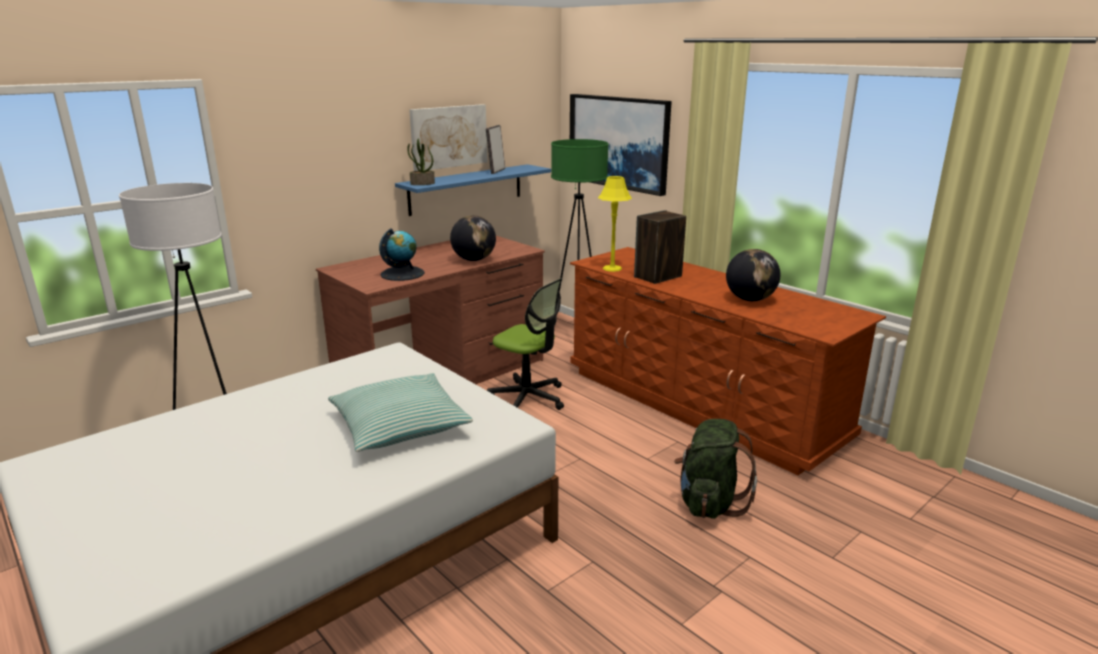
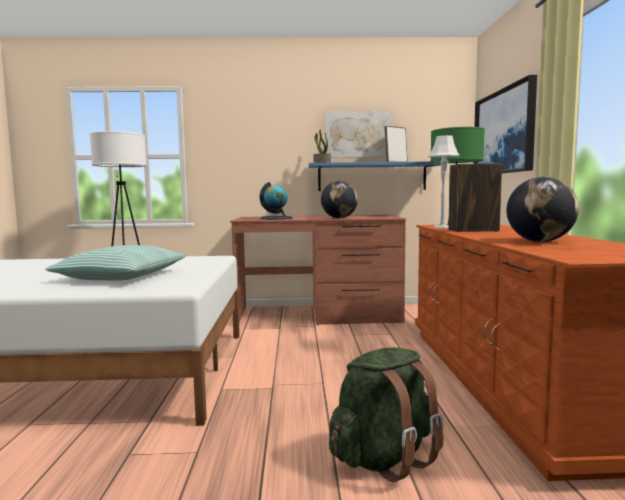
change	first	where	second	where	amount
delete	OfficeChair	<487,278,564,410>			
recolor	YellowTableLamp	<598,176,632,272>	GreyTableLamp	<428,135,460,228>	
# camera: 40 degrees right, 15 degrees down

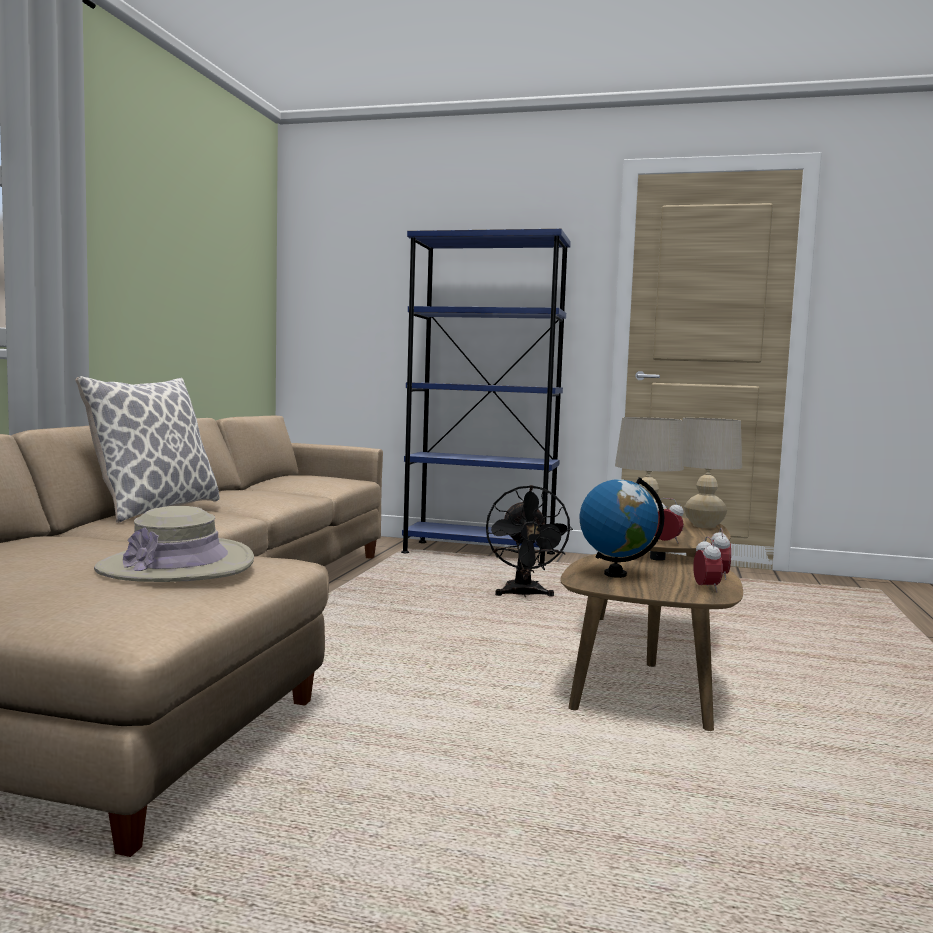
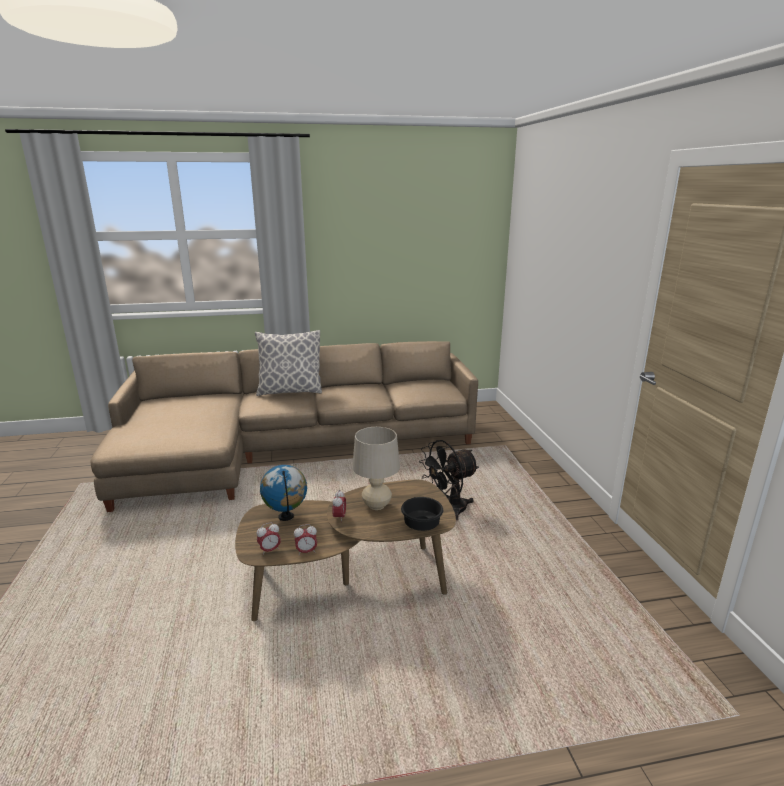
change	first	where	second	where	amount
delete	BeigeHat	<94,506,254,582>			
delete	BlueBookcase	<401,229,571,566>			
replace	BeigeTableLamp	<682,418,742,528>	BlackBowl	<401,497,443,531>	
# camera: 65 degrees right, 15 degrees up

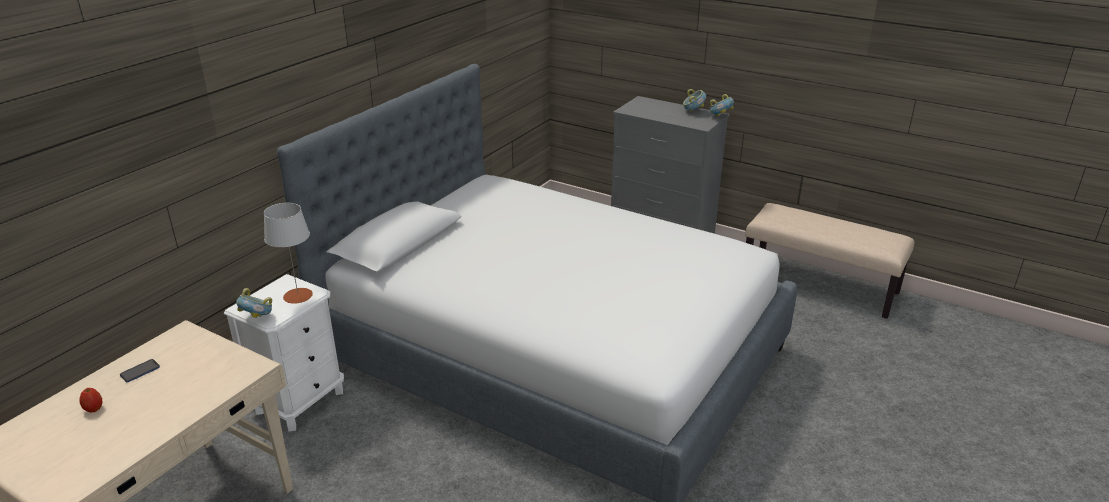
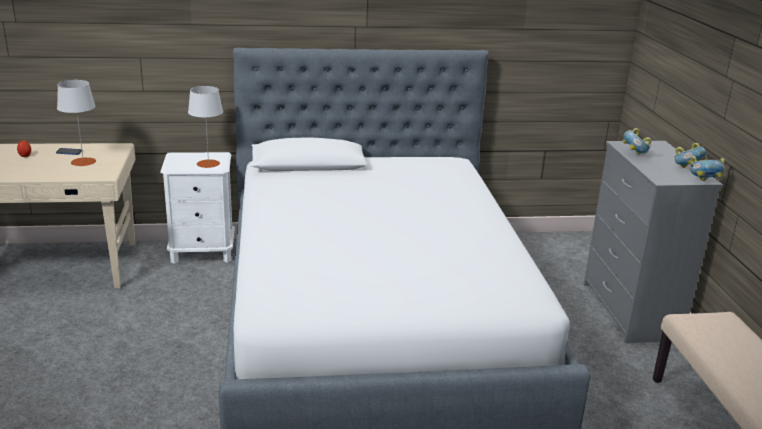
change	first	where	second	where	amount
insert			GreyTableLamp	<57,80,96,166>	
move	Bowl	<236,288,272,318>		<622,128,652,155>	
# camera: 50 degrees right, 5 degrees down

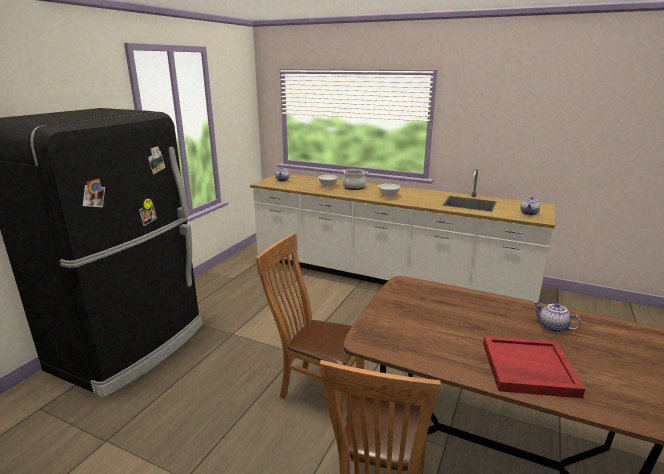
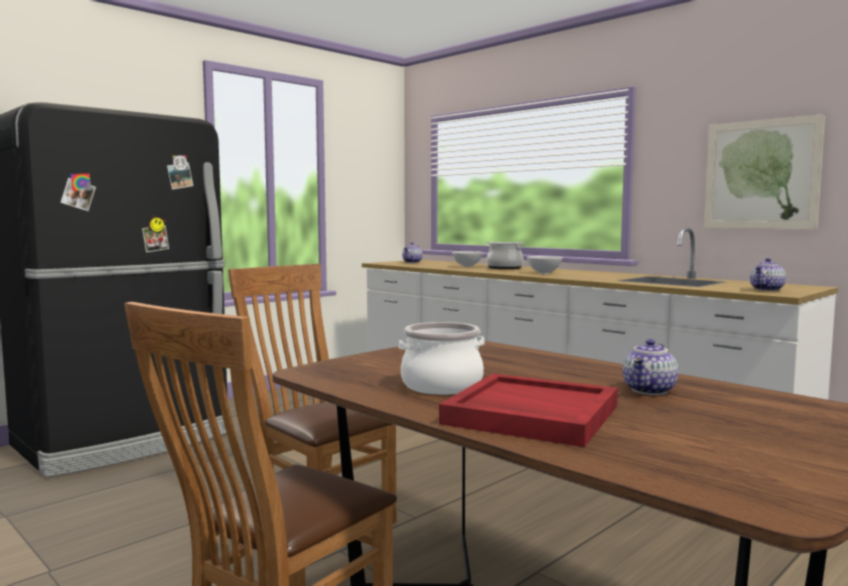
change	first	where	second	where	amount
insert			CookingPot	<399,322,485,395>	
insert			Picture	<704,114,825,230>	
rotate	Teapot	<534,301,581,333>		<623,339,678,395>	120 degrees counterclockwise
# camera: 20 degrees right, 15 degrees down

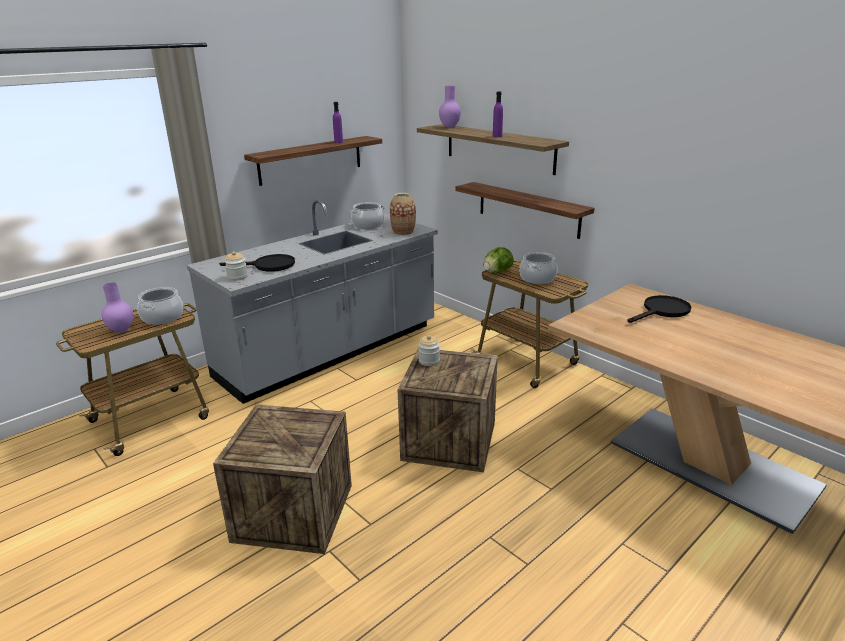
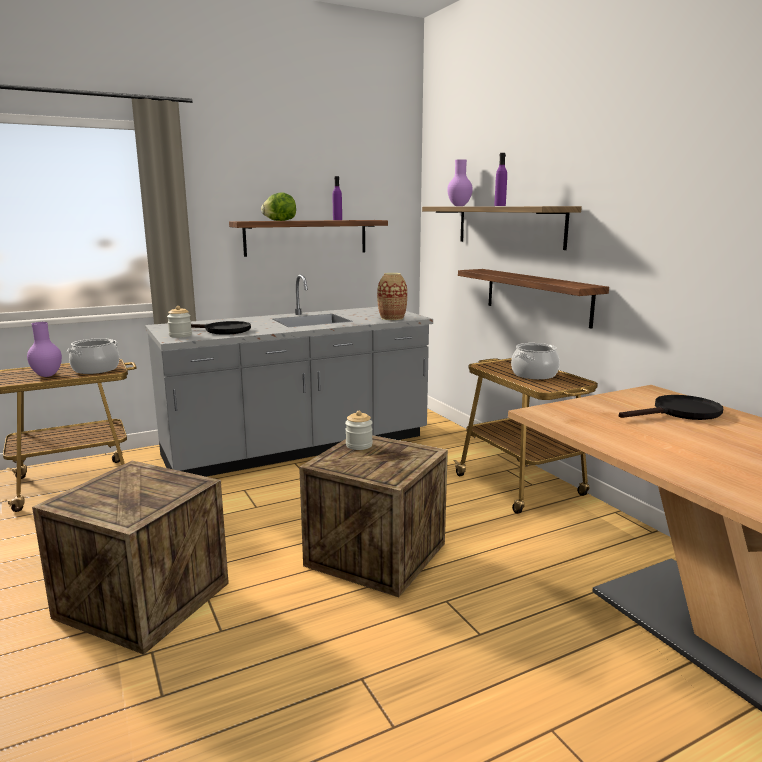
change	first	where	second	where	amount
delete	CookingPot	<349,202,385,229>			
move	Lettuce	<484,247,514,273>		<261,192,296,221>	
# camera: 15 degrees right, 10 degrees down

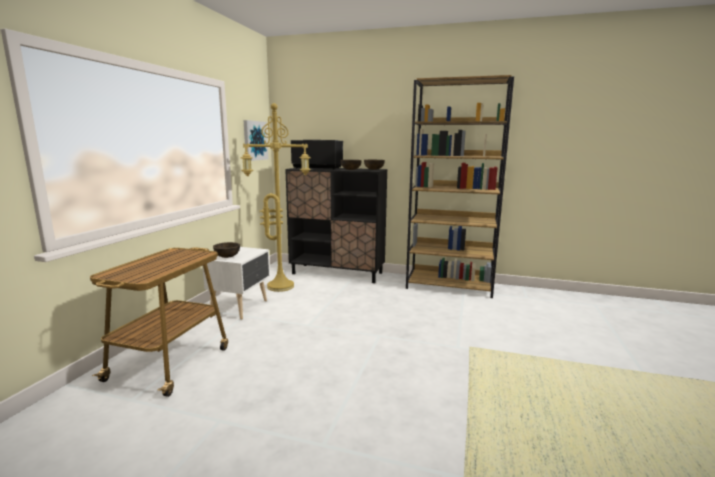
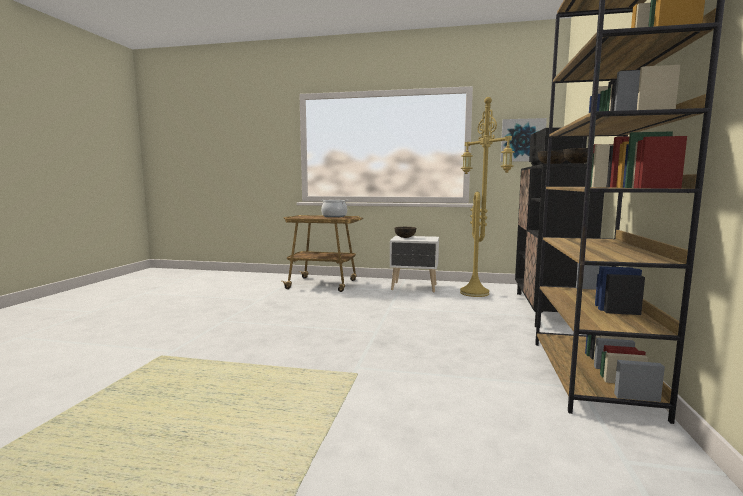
change	first	where	second	where	amount
insert			CookingPot	<321,199,348,217>	
# camera: 85 degrees right, 5 degrees down

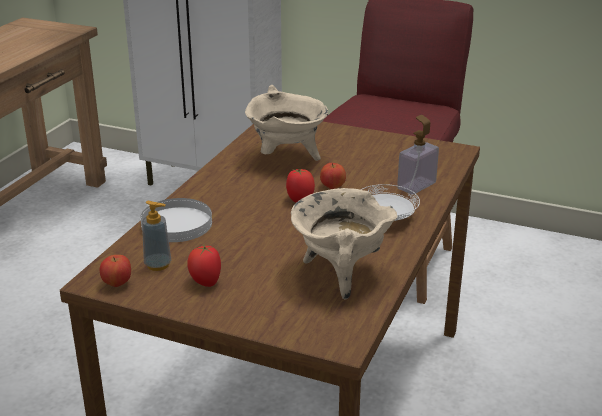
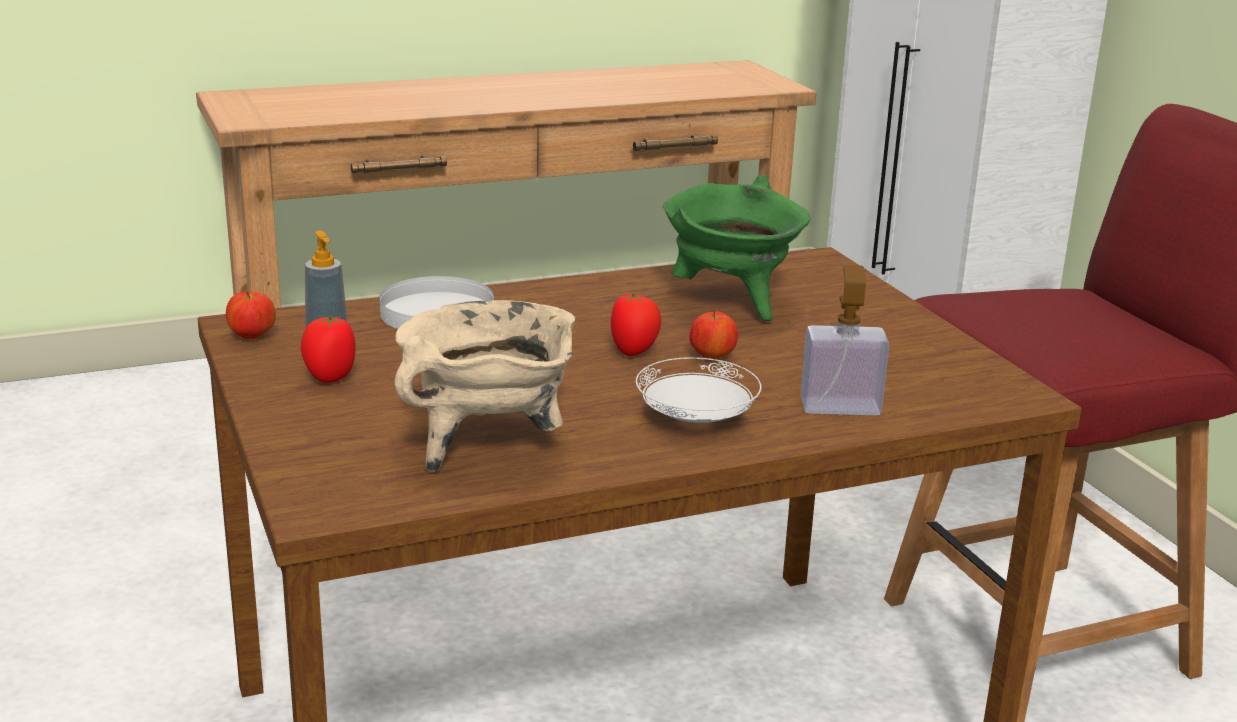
change	first	where	second	where	amount
recolor	BeigeCookingPot	<245,85,329,161>	GreenCookingPot	<663,175,810,321>	
# camera: 45 degrees right, 5 degrees down

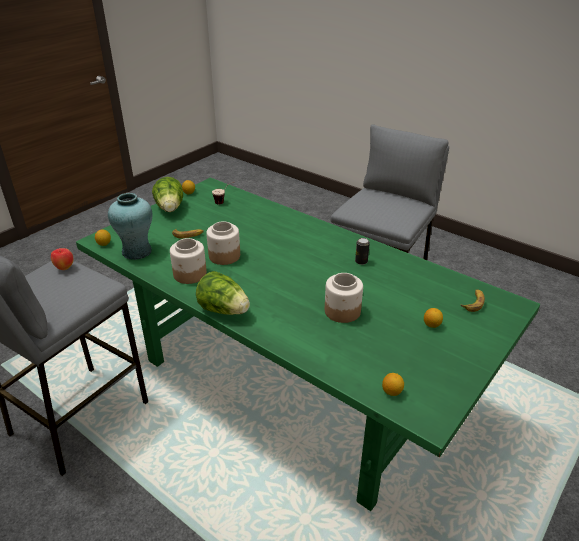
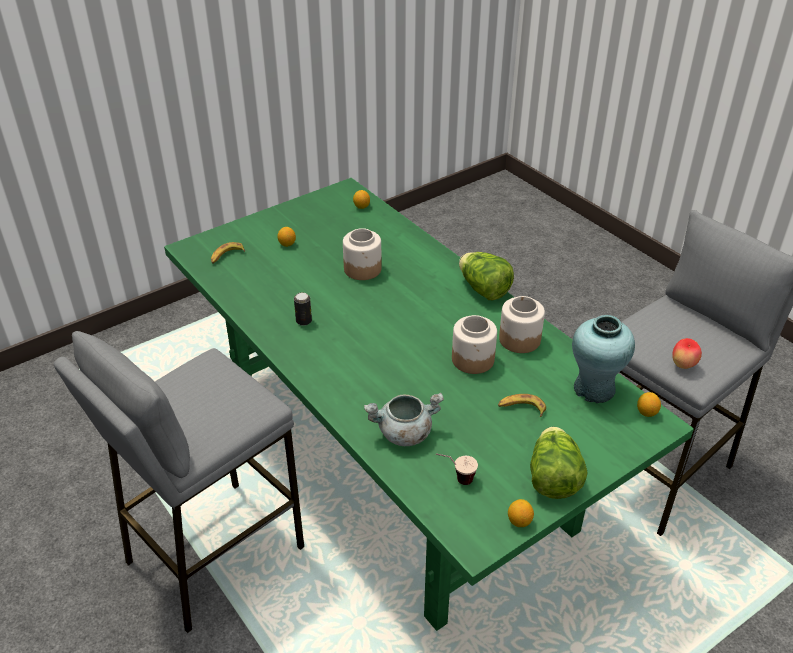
change	first	where	second	where	amount
insert			GreyCookingPot	<364,393,444,446>	
# camera: 165 degrees left, 5 degrees up

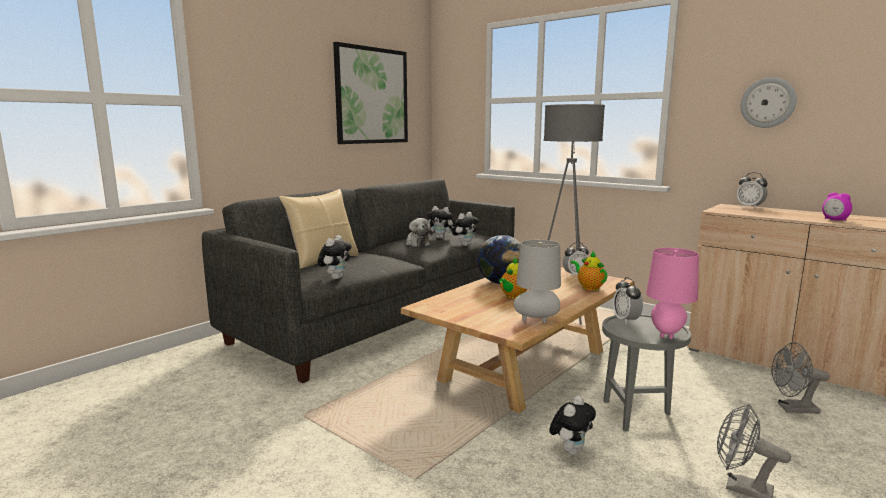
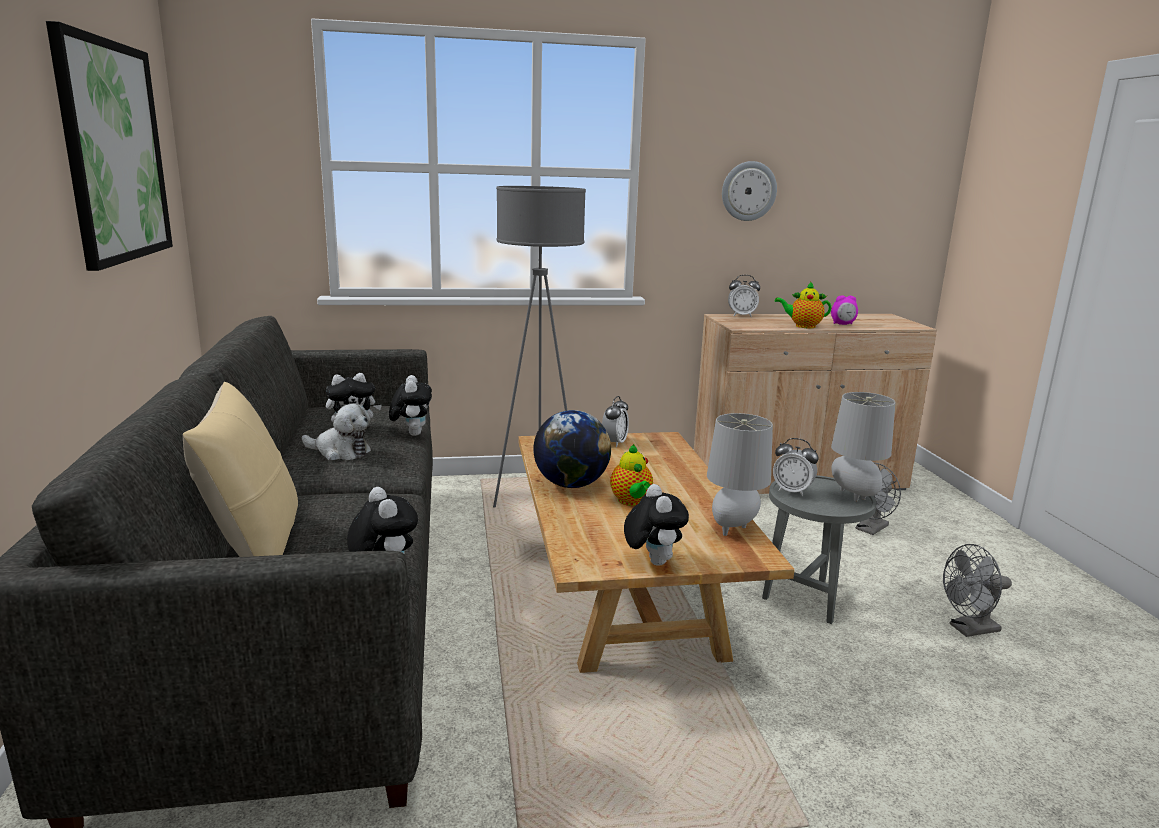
change	first	where	second	where	amount
move	PlushToy	<549,396,596,455>		<624,484,689,566>	
move	Teapot	<571,252,607,291>		<775,282,831,328>	
recolor	PinkTableLamp	<646,248,699,339>	GreyTableLamp	<831,392,896,501>	
# camera: 50 degrees left, 5 degrees up

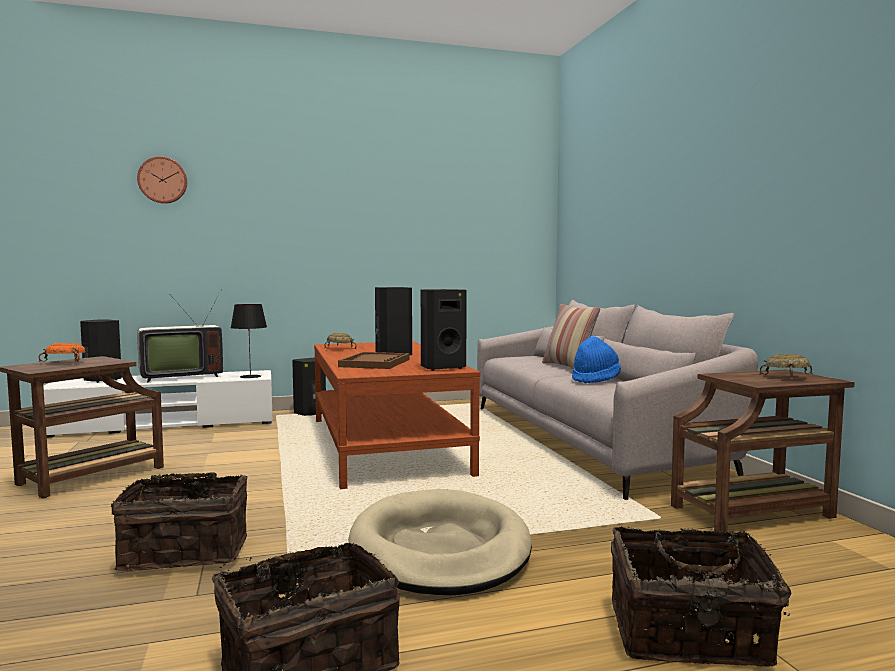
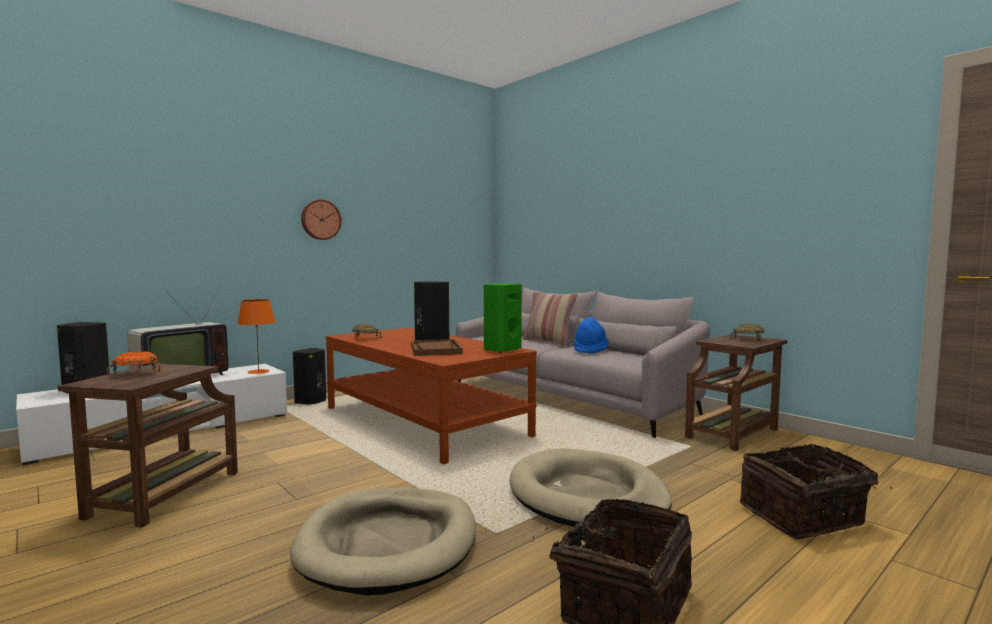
change	first	where	second	where	amount
move	WallClock	<137,157,187,204>		<301,200,342,240>	
replace	Basket	<111,472,247,572>	BeigeDogBed	<290,488,476,595>	
recolor	BlackTableLamp	<231,304,267,378>	OrangeTableLamp	<237,299,275,374>	
recolor	BlackSpeaker	<421,289,467,371>	GreenSpeaker	<484,283,522,353>	
# camera: 25 degrees left, 0 degrees up

